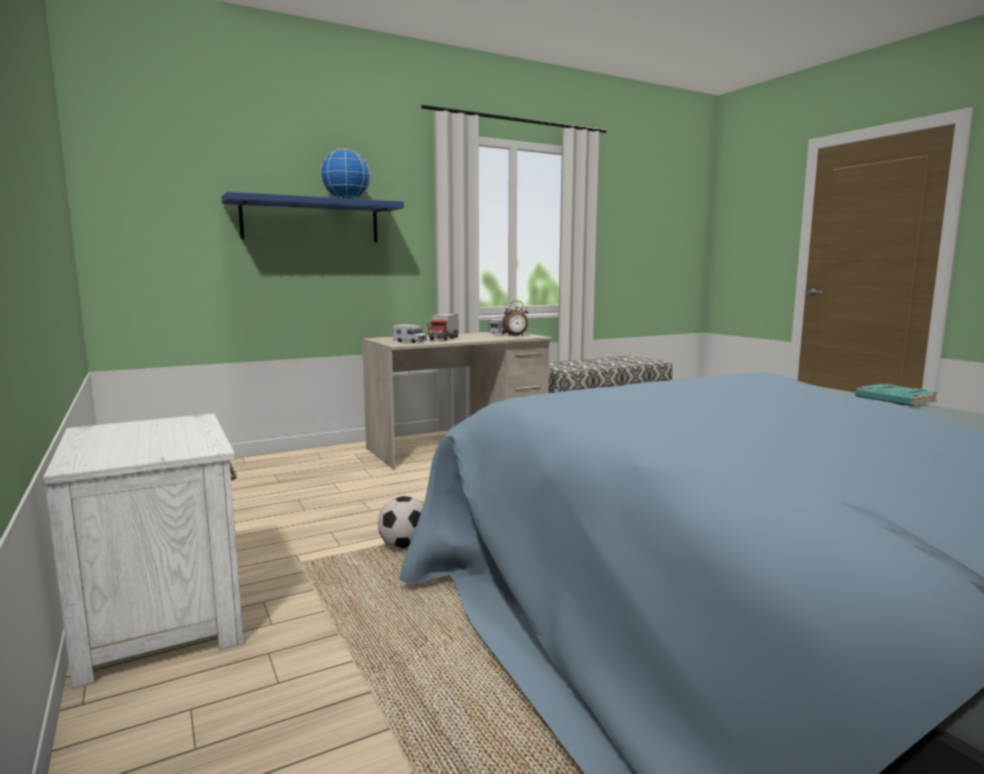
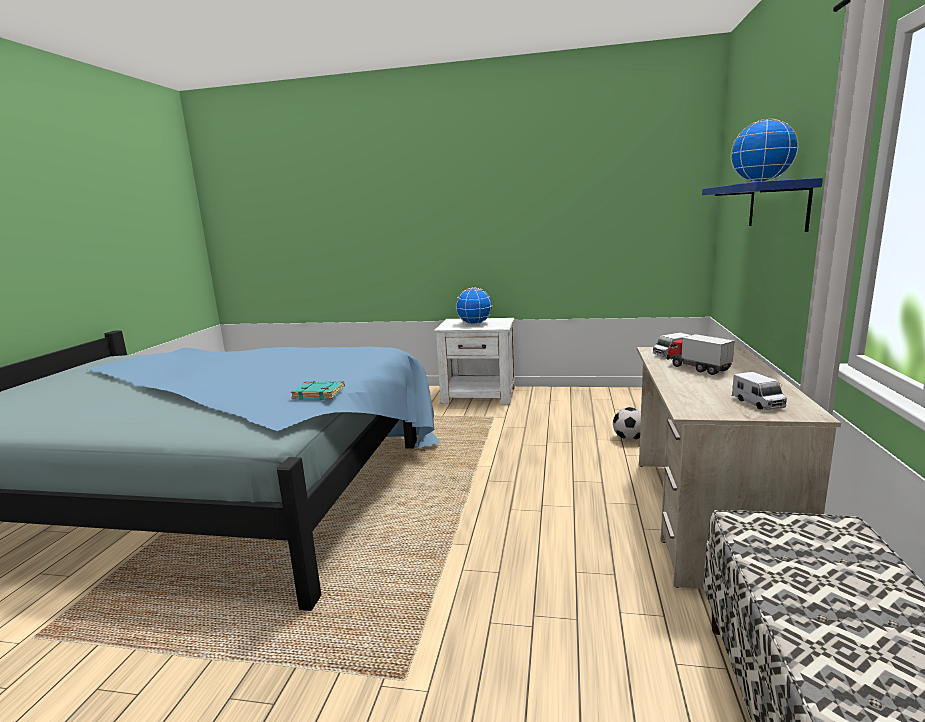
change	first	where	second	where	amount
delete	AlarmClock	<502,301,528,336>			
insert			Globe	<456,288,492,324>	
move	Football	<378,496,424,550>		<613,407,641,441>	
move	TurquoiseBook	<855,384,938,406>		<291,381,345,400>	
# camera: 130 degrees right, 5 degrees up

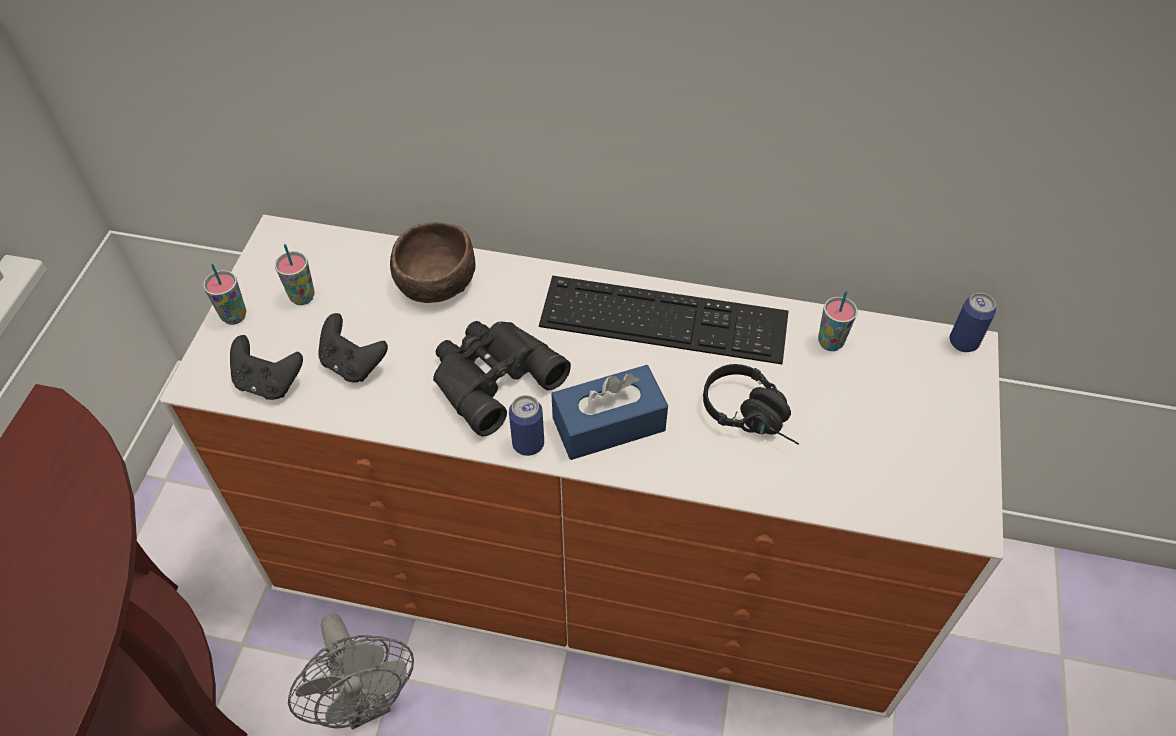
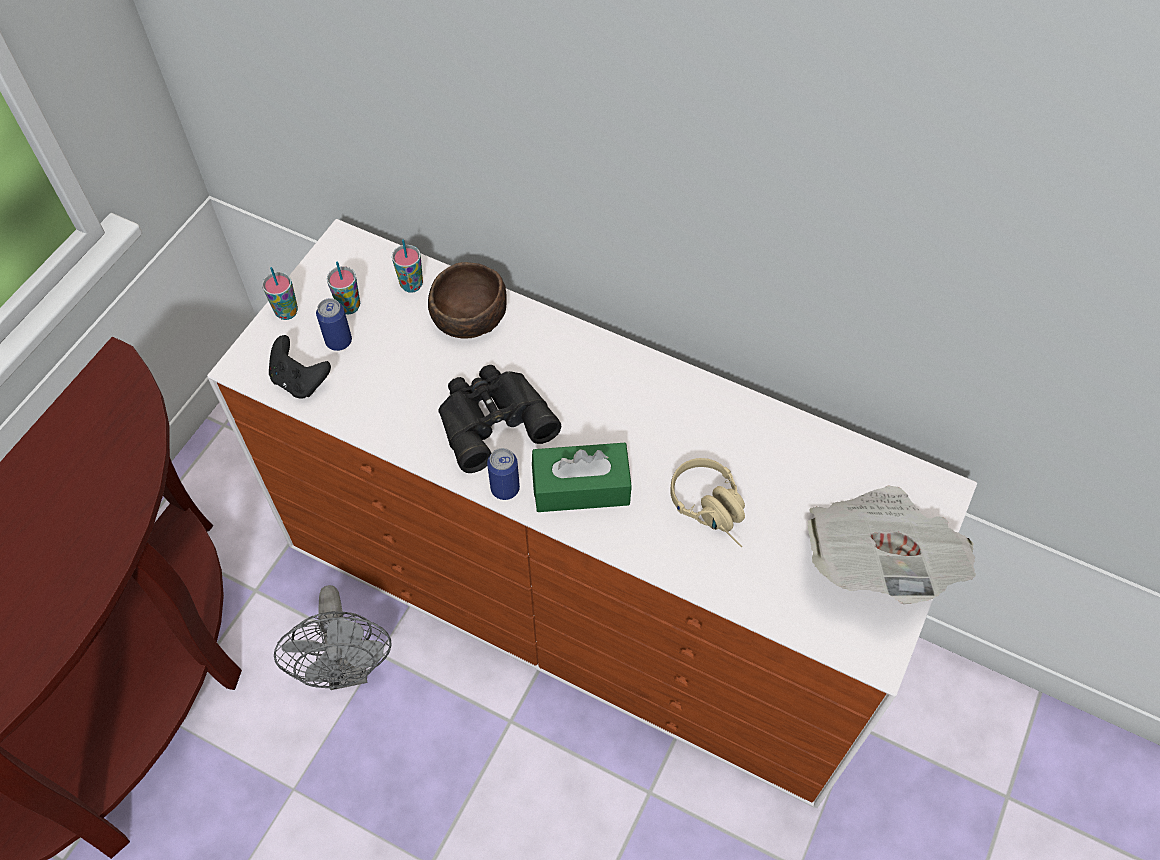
change	first	where	second	where	amount
delete	BlackGameController	<318,313,388,382>			
delete	Keyboard	<539,276,789,364>			
insert			Newspaper	<808,486,976,604>	
move	Cup	<818,291,857,351>		<392,239,423,293>	
move	Can	<950,293,996,352>		<316,298,352,351>	
recolor	BlueTissueBox	<551,365,668,460>	GreenTissueBox	<532,443,632,512>	
recolor	BlackHeadphones	<703,364,799,444>	BeigeHeadphones	<670,458,745,547>	
# camera: 15 degrees right, 5 degrees up

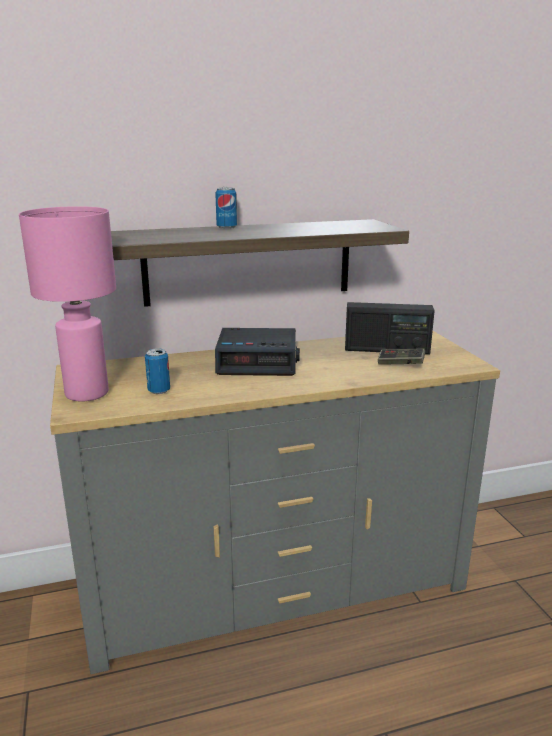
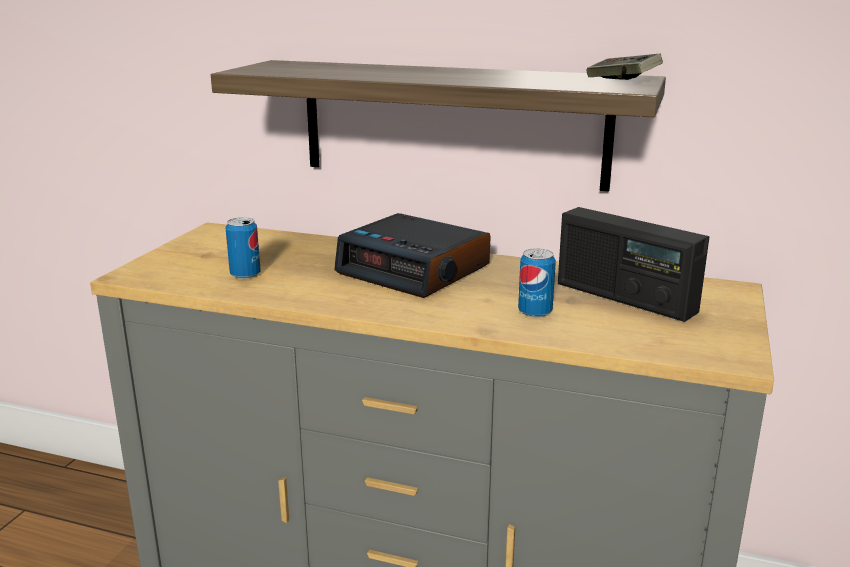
change	first	where	second	where	amount
delete	PinkTableLamp	<19,206,116,401>			
move	Can	<215,187,237,229>		<518,248,556,318>	
move	GameController	<378,348,425,365>		<586,54,663,80>	
# camera: 35 degrees right, 0 degrees up

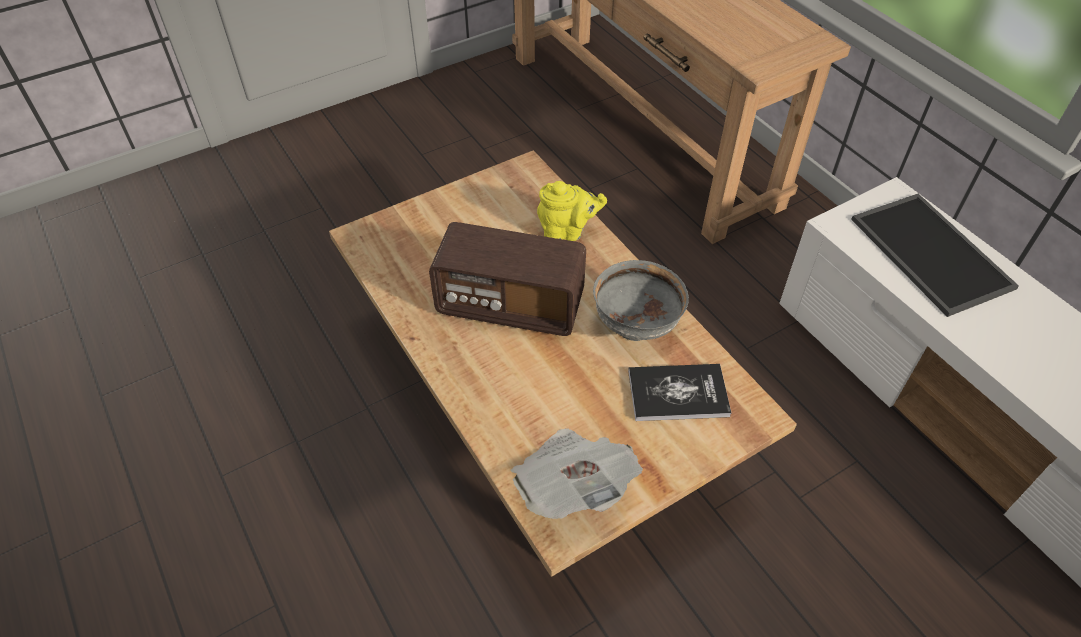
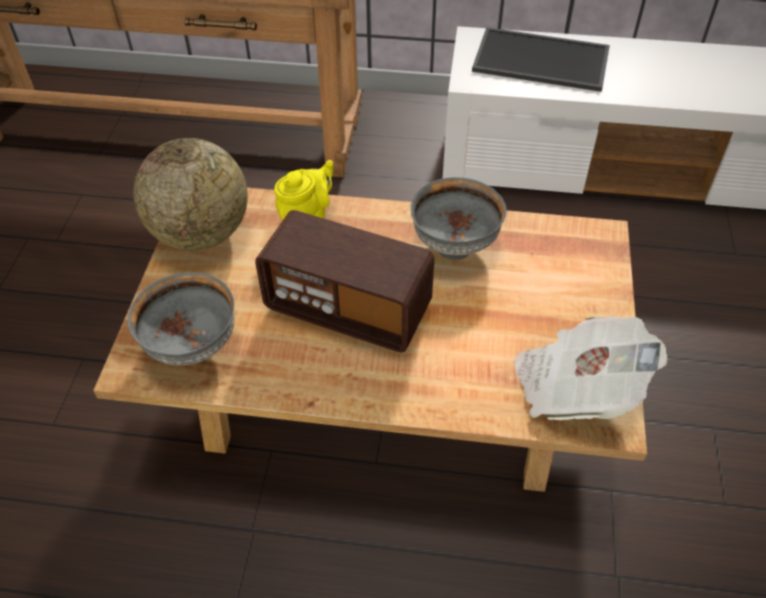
change	first	where	second	where	amount
delete	Book	<628,364,731,421>			
insert			GreyBowl	<127,272,234,365>	
insert			Globe	<133,138,248,251>	
rotate	Radio	<429,222,586,336>		<255,210,434,352>	60 degrees clockwise
# camera: 50 degrees left, 0 degrees up

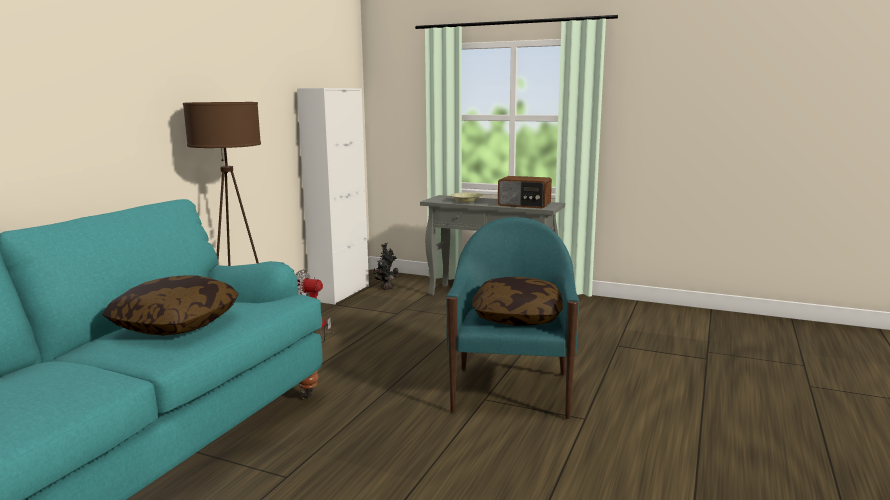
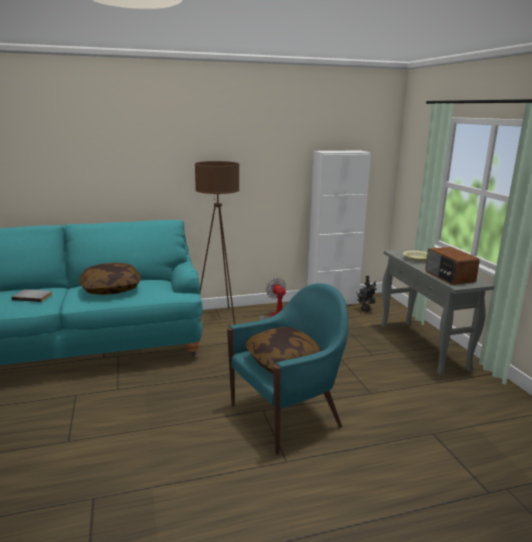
change	first	where	second	where	amount
insert			GreyBook	<11,289,52,302>	
# camera: 50 degrees right, 5 degrees up

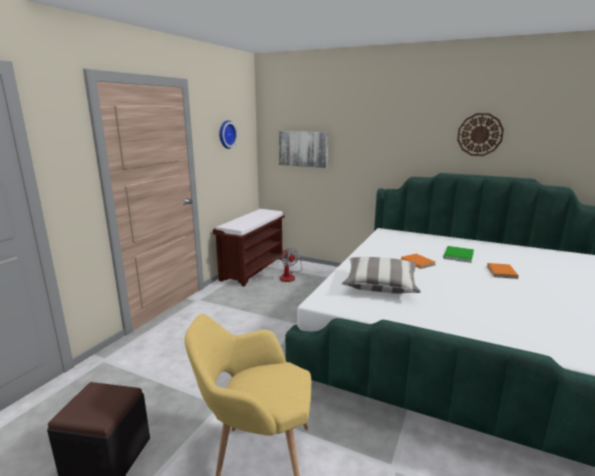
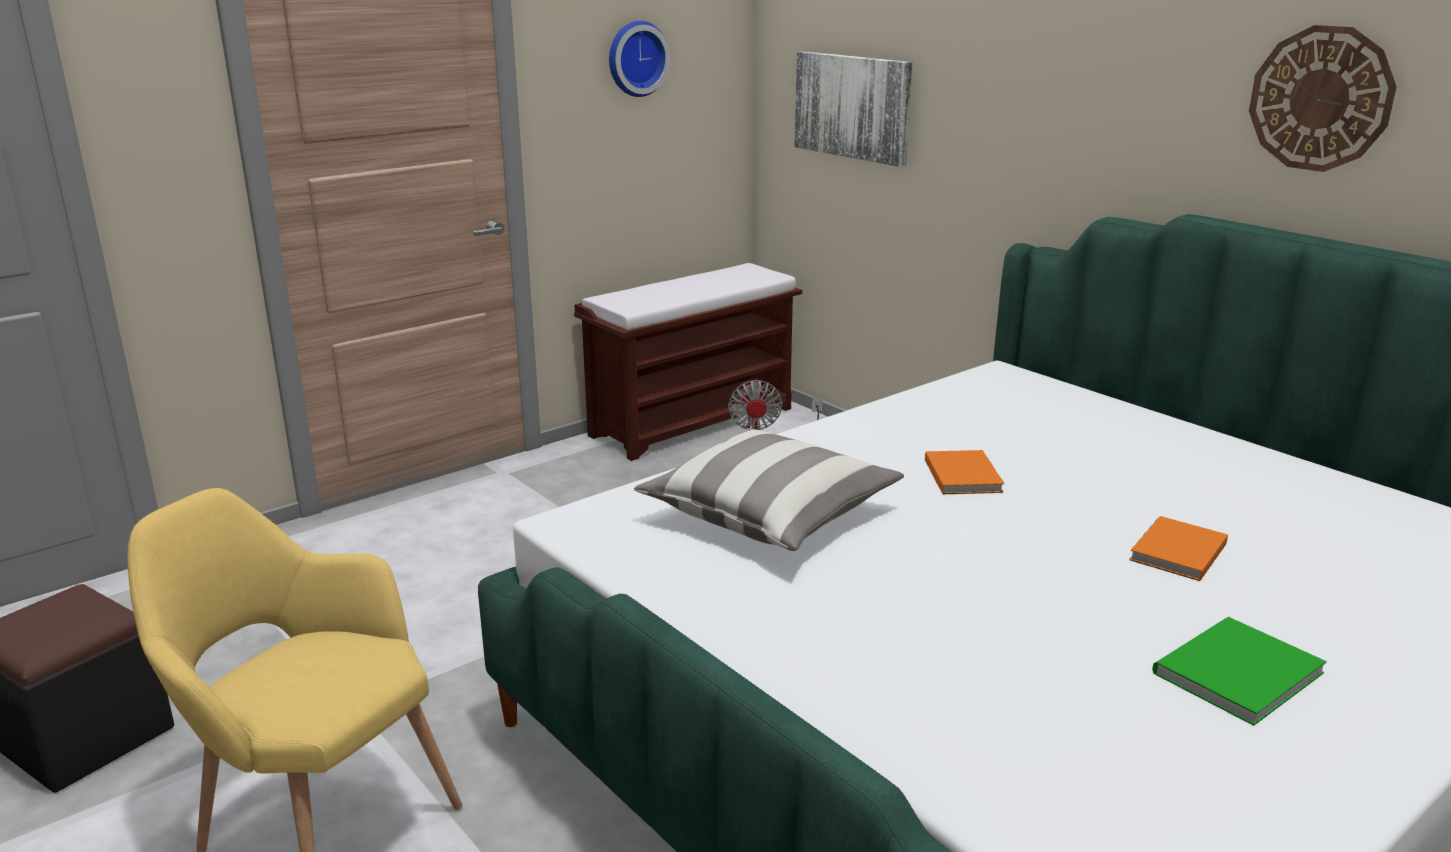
change	first	where	second	where	amount
move	GreenBook	<443,246,474,263>		<1152,617,1327,726>	
# camera: 25 degrees right, 5 degrees up

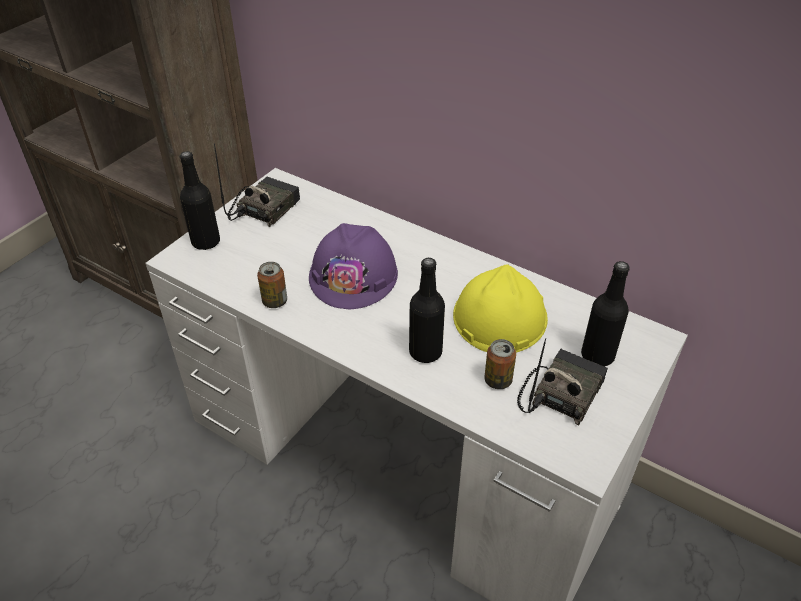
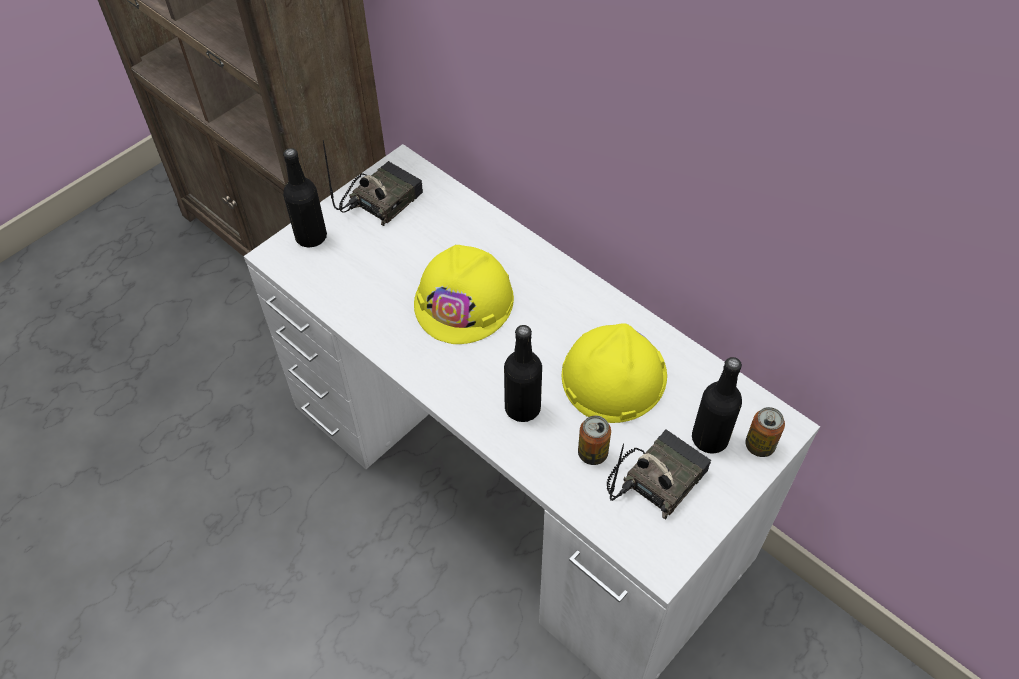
change	first	where	second	where	amount
move	Can	<257,262,287,308>		<745,407,785,457>	
recolor	PurpleHardHat	<309,223,398,309>	YellowHardHat	<414,245,514,344>	
# camera: 10 degrees right, 10 degrees up

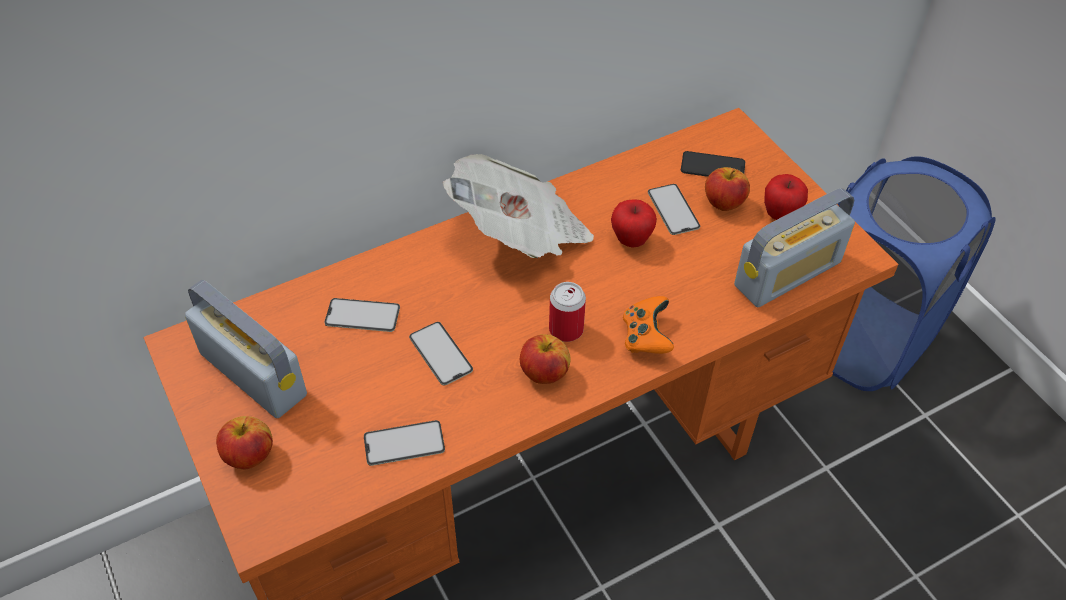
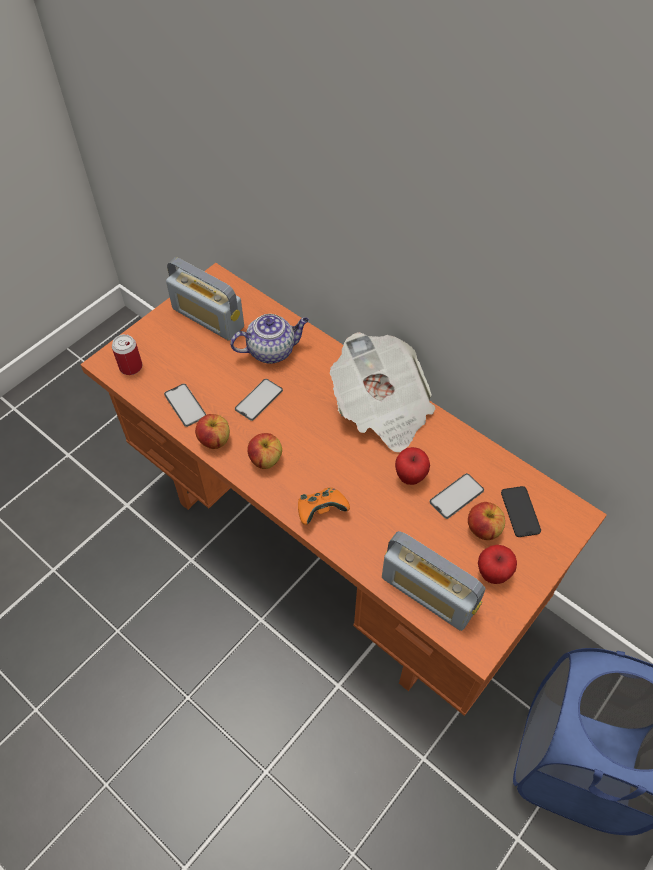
change	first	where	second	where	amount
move	Apple	<216,416,273,469>		<195,414,230,449>	
move	Can	<549,282,586,342>		<112,334,142,375>	
replace	Phone	<325,298,400,332>	Teapot	<230,314,309,364>	
rotate	Radio	<185,280,307,418>		<166,258,244,341>	105 degrees clockwise
# camera: 70 degrees right, 5 degrees up

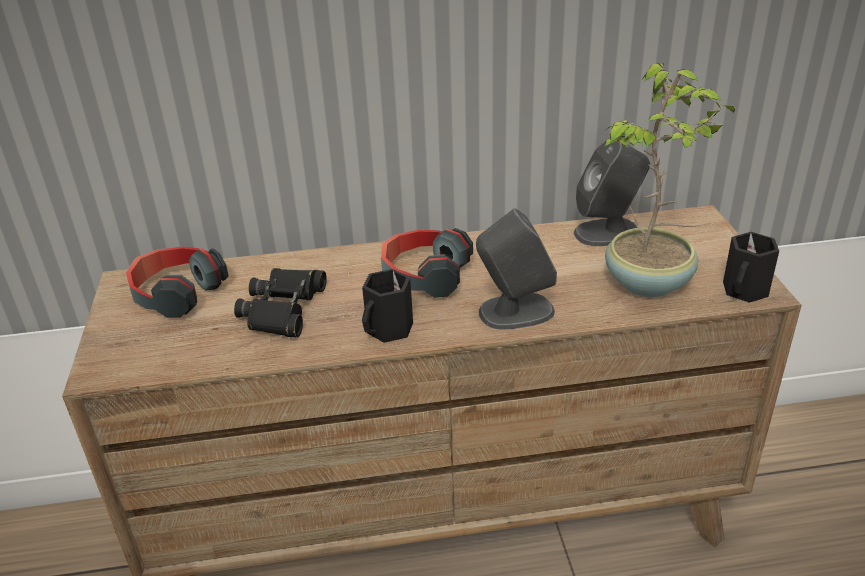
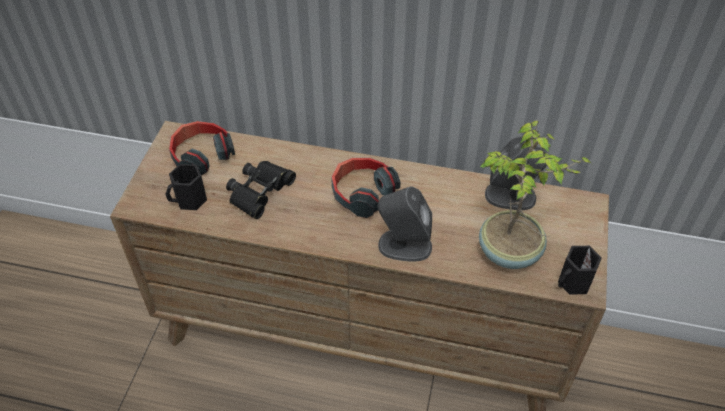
change	first	where	second	where	amount
move	BlackMug	<362,269,413,343>		<165,164,207,210>	
# camera: 20 degrees right, 15 degrees up

